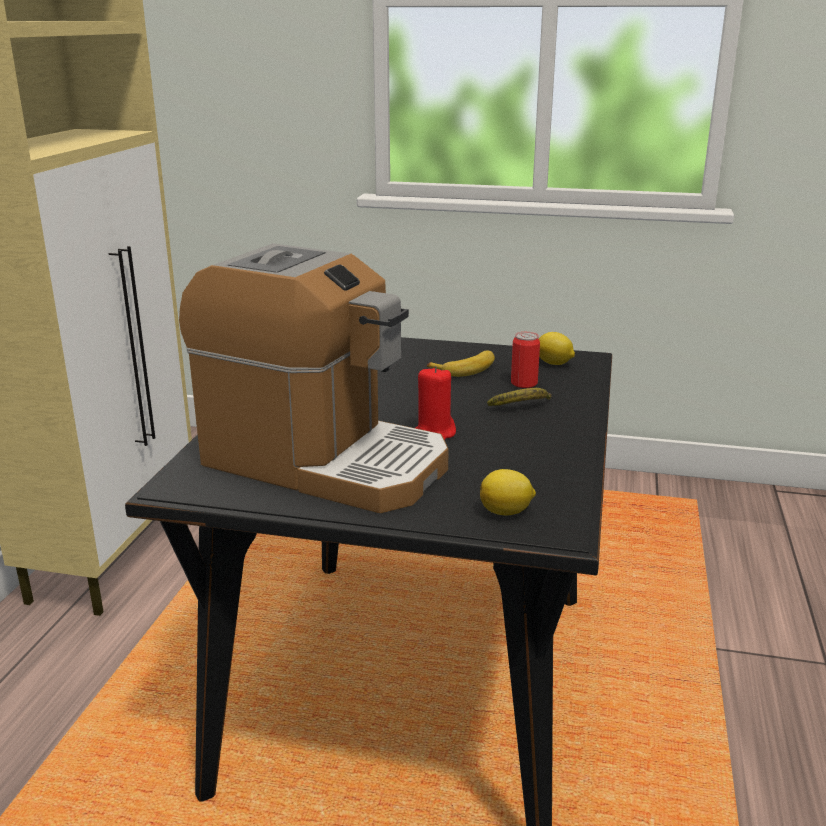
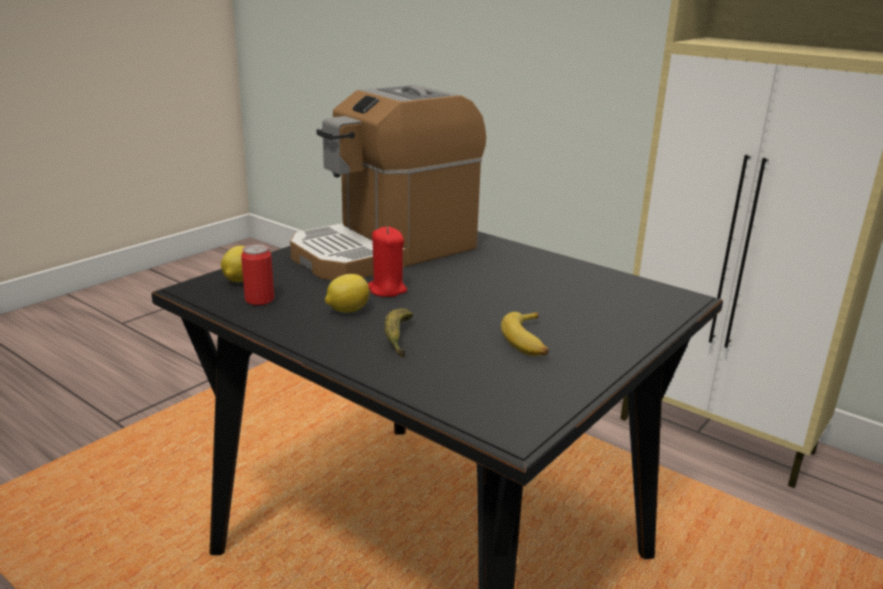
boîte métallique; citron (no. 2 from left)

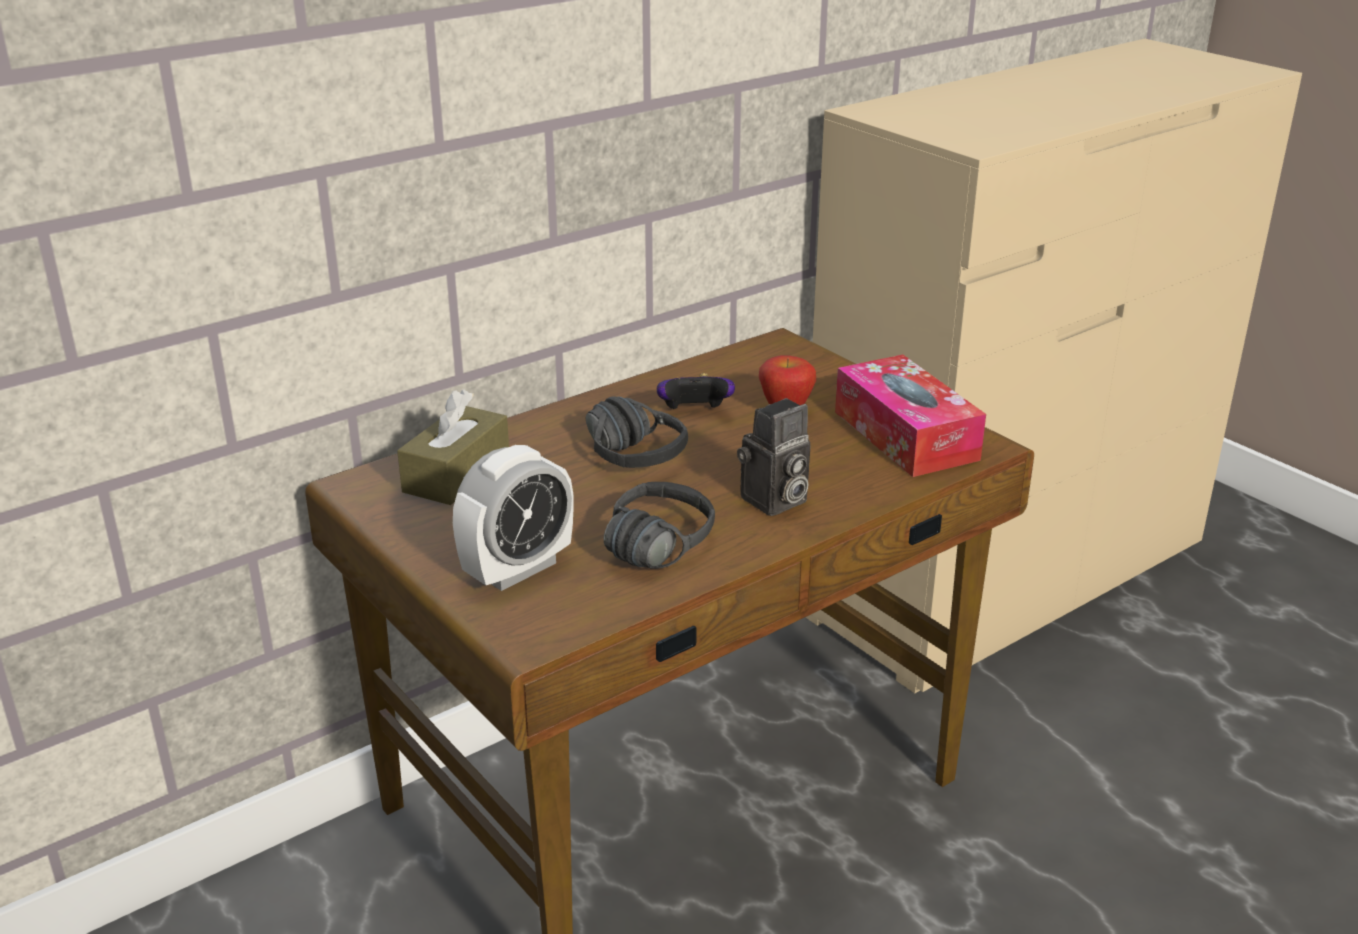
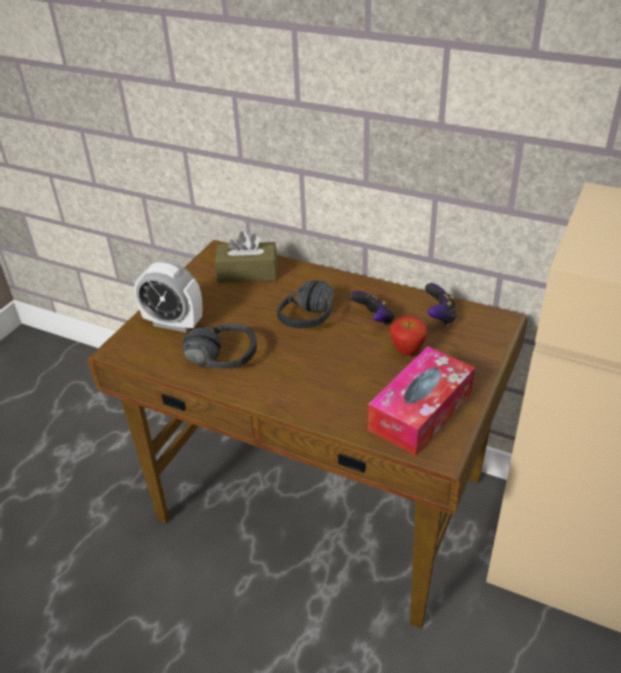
appareil photo; manette (no. 2 from left)

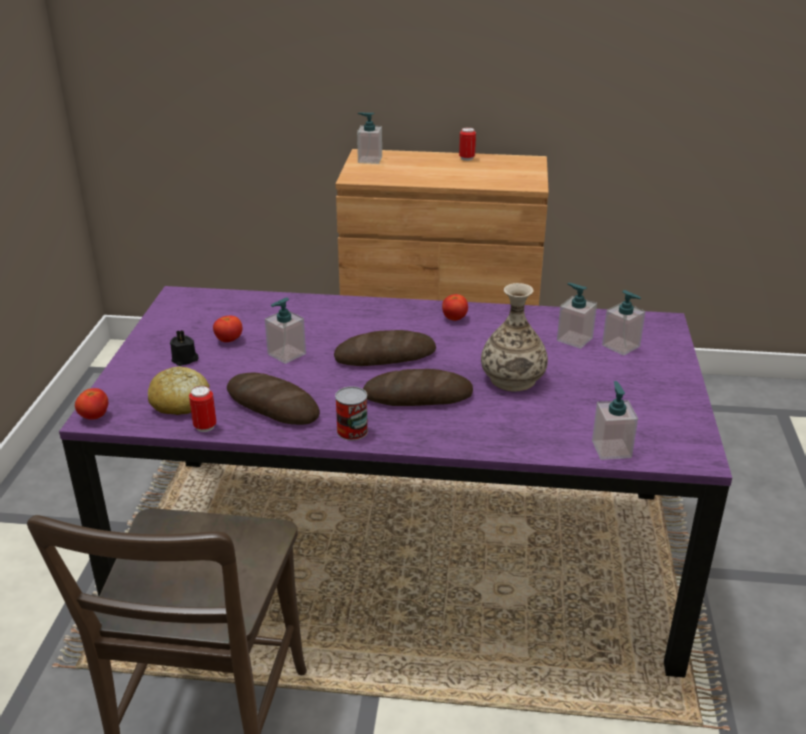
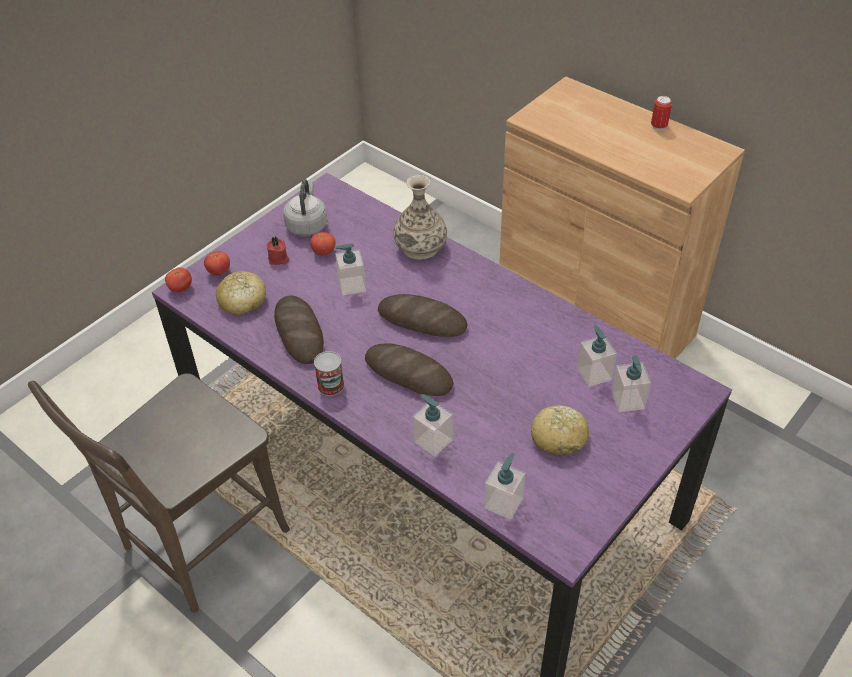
bougie/rouge; boîte métallique (no. 1 from left in the first image); distributeur de savon (no. 2 from left); tomate (no. 2 from left); vase; bouilloire/gris; pain (no. 5 from left)

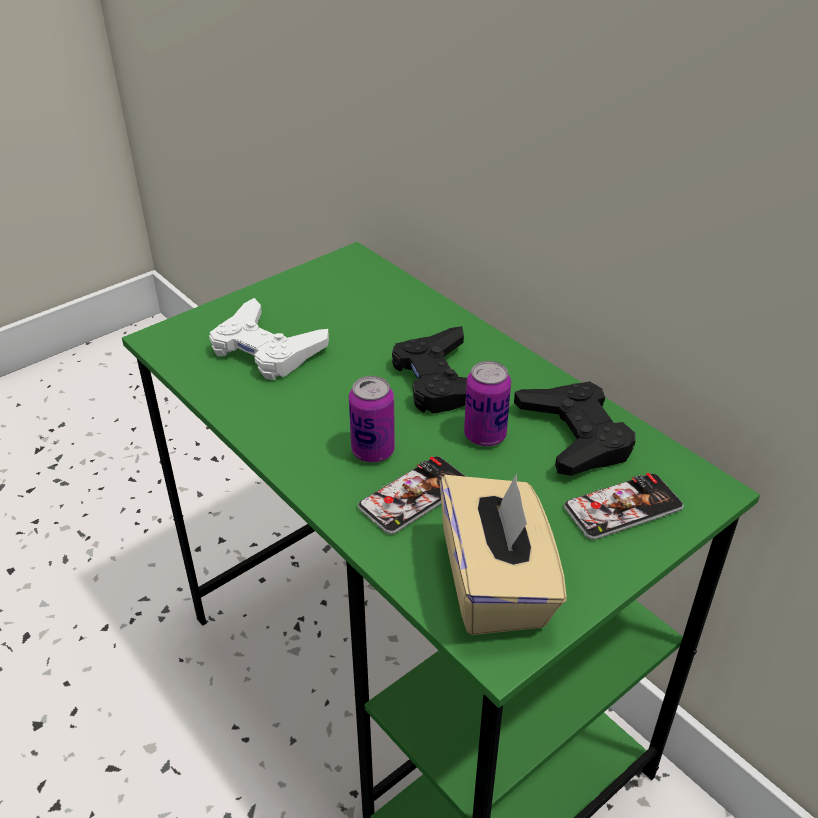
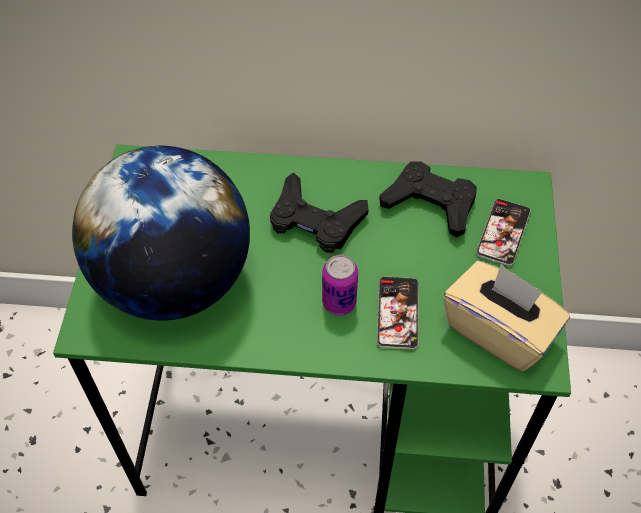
globe; boîte métallique (no. 2 from left in the first image)

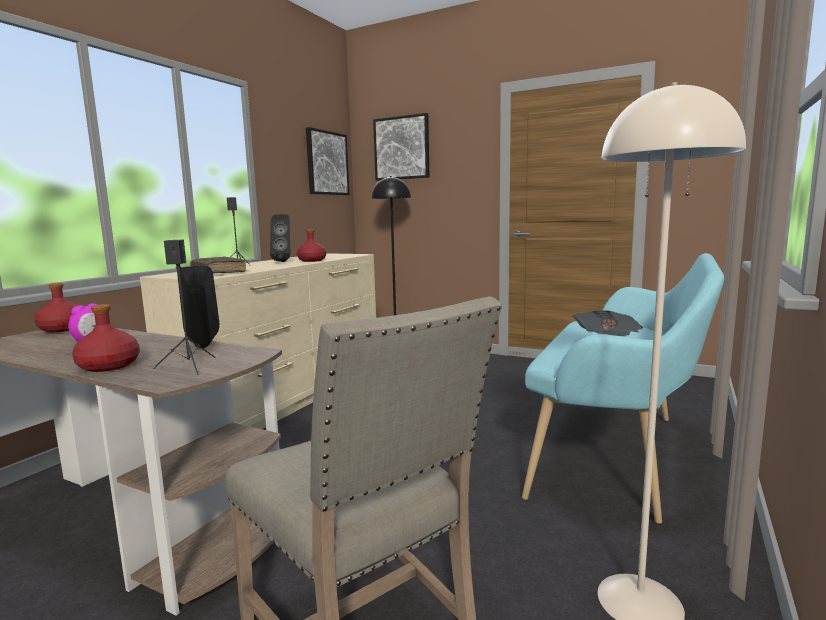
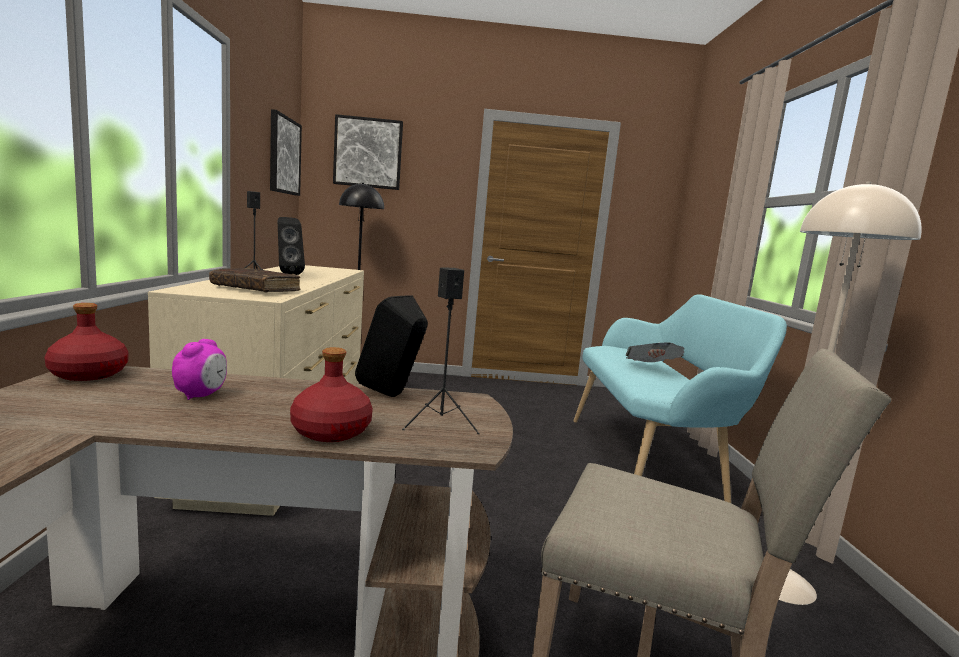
bouteille/rouge (no. 3 from left in the first image)

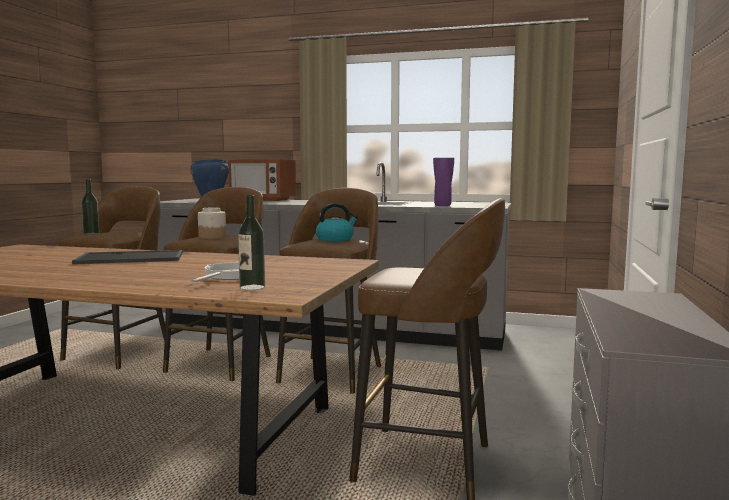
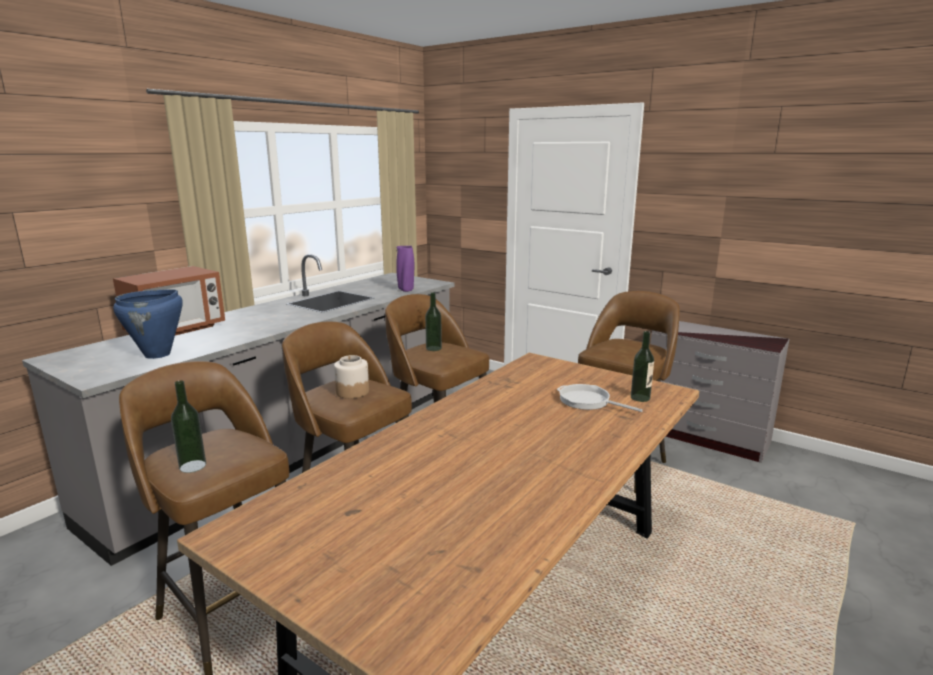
plateau; bouteille (no. 2 from left)

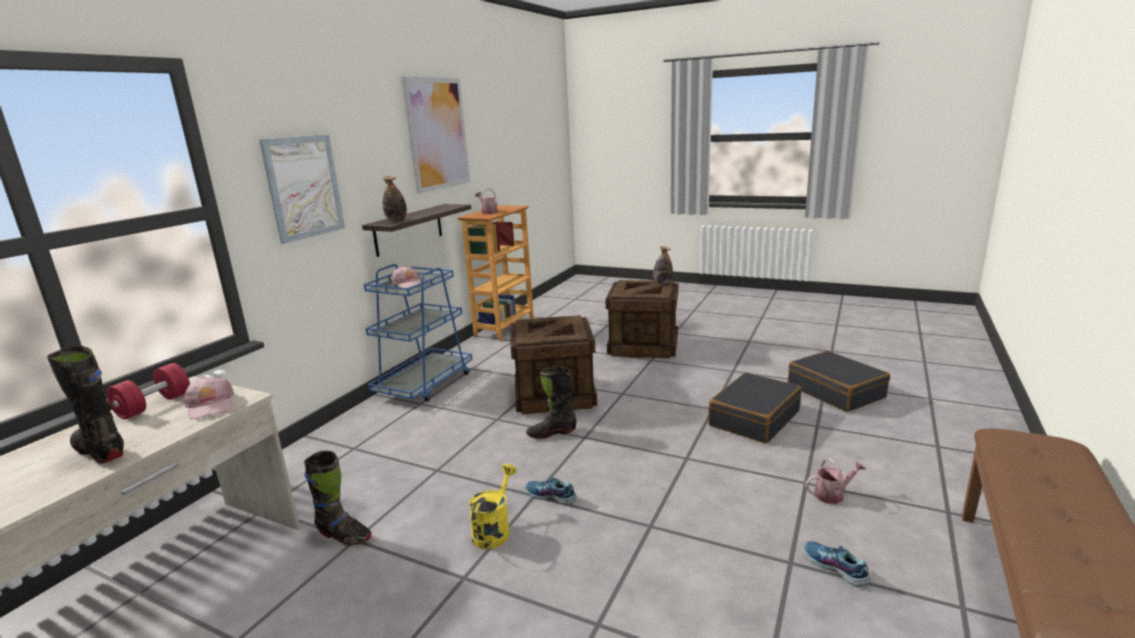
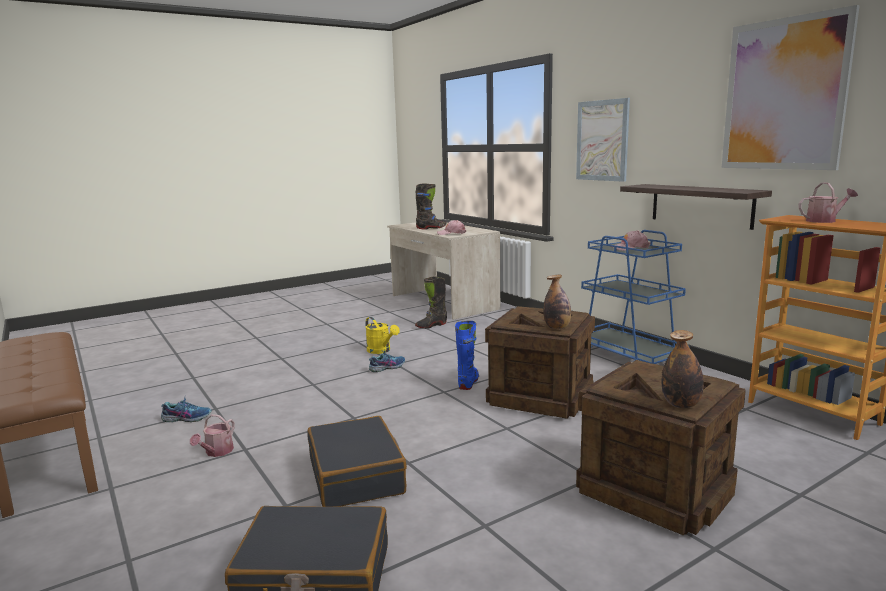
haltère/rouge; bouteille (no. 1 from left); botte/bleu

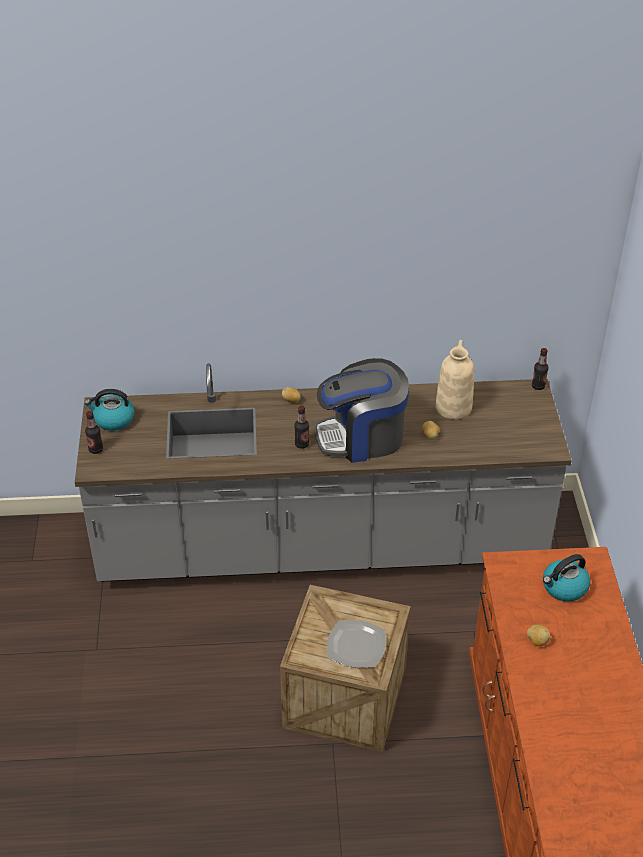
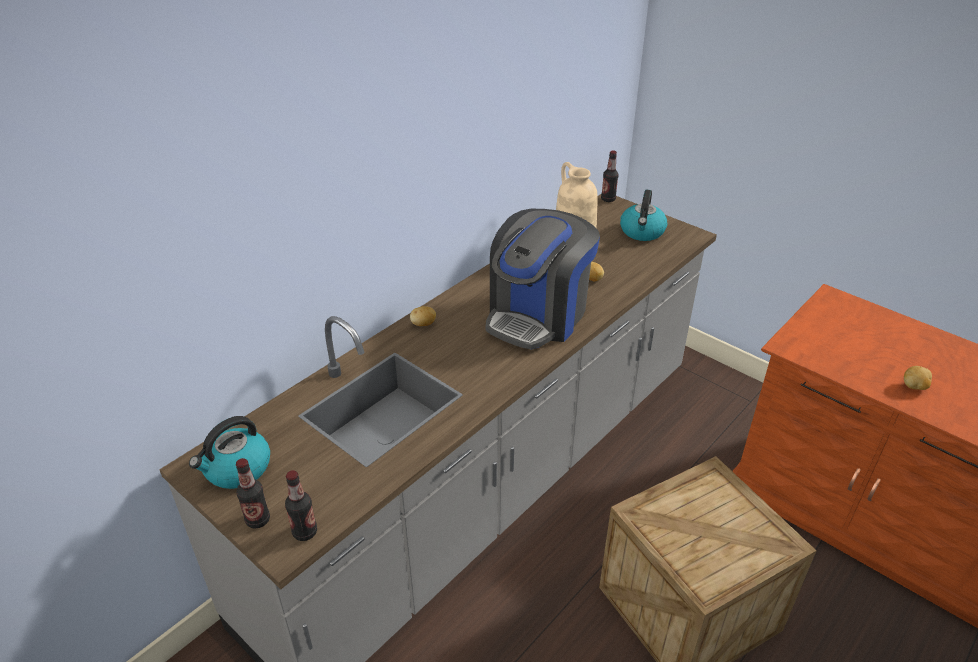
bouteille (no. 2 from left); assiette; bouilloire (no. 2 from left)

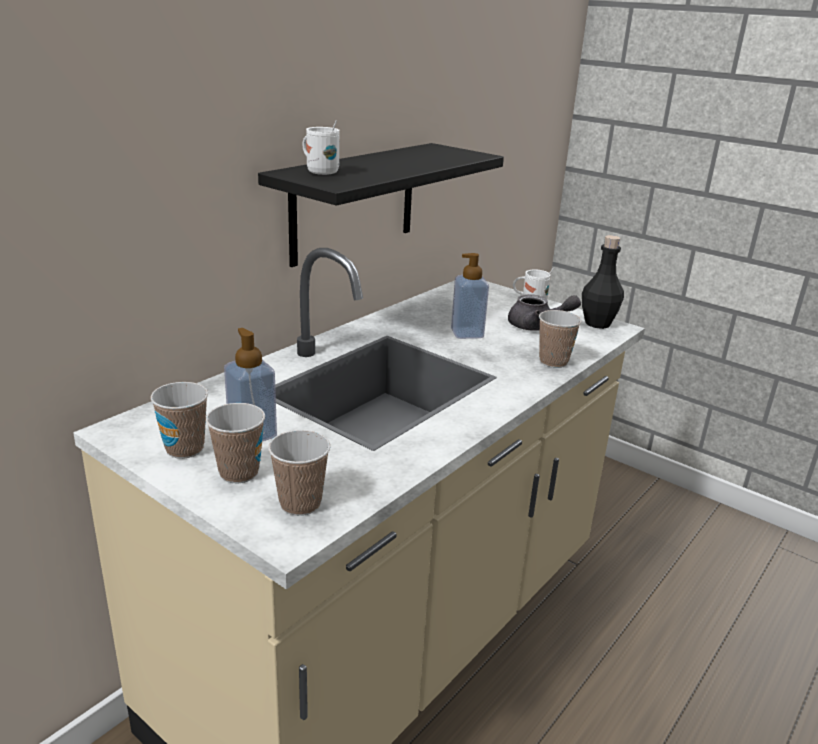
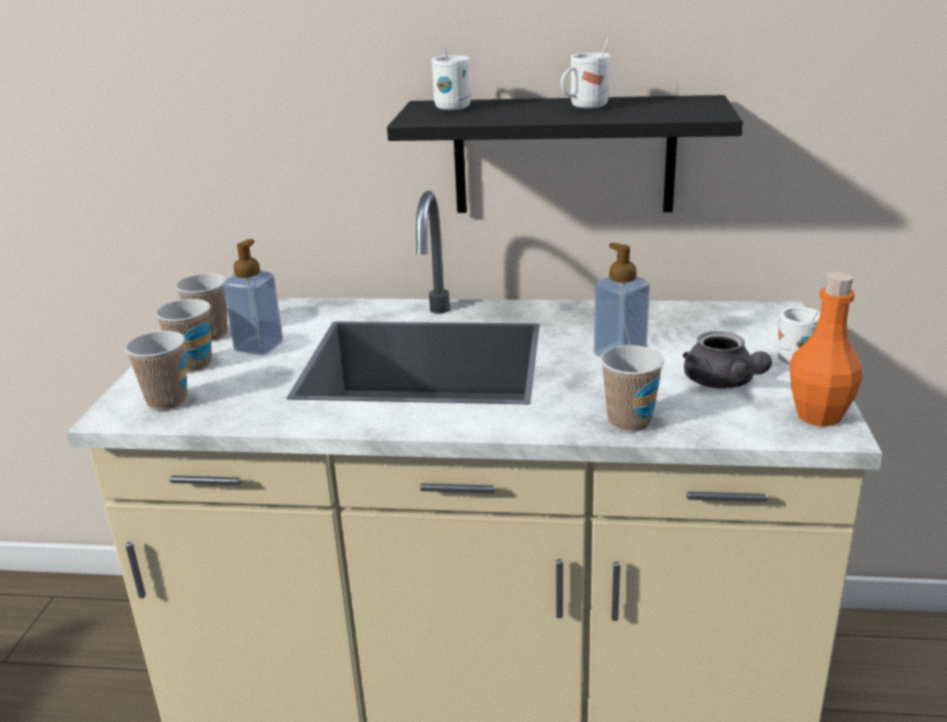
bouteille/orange; mug/blanc (no. 2 from left)

